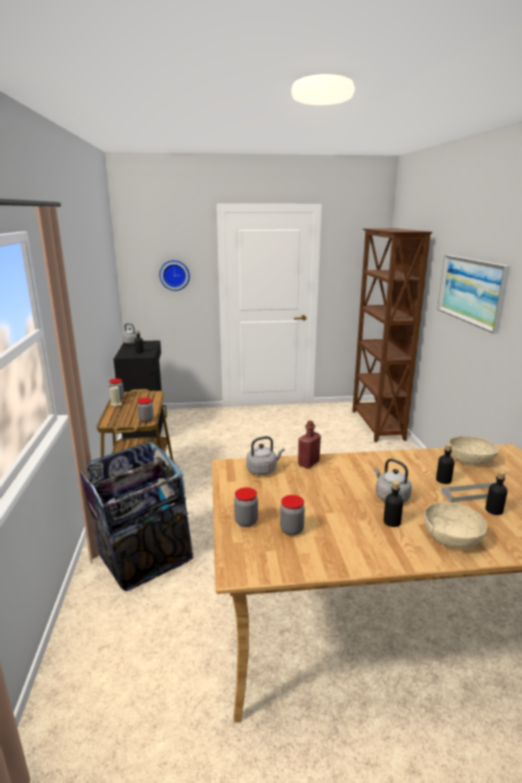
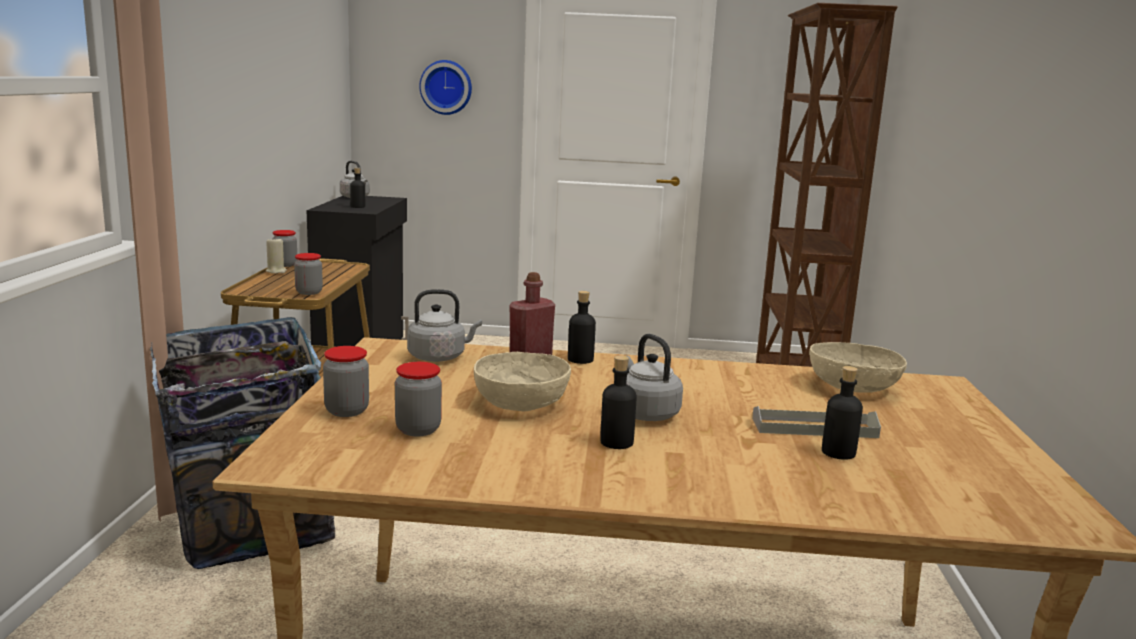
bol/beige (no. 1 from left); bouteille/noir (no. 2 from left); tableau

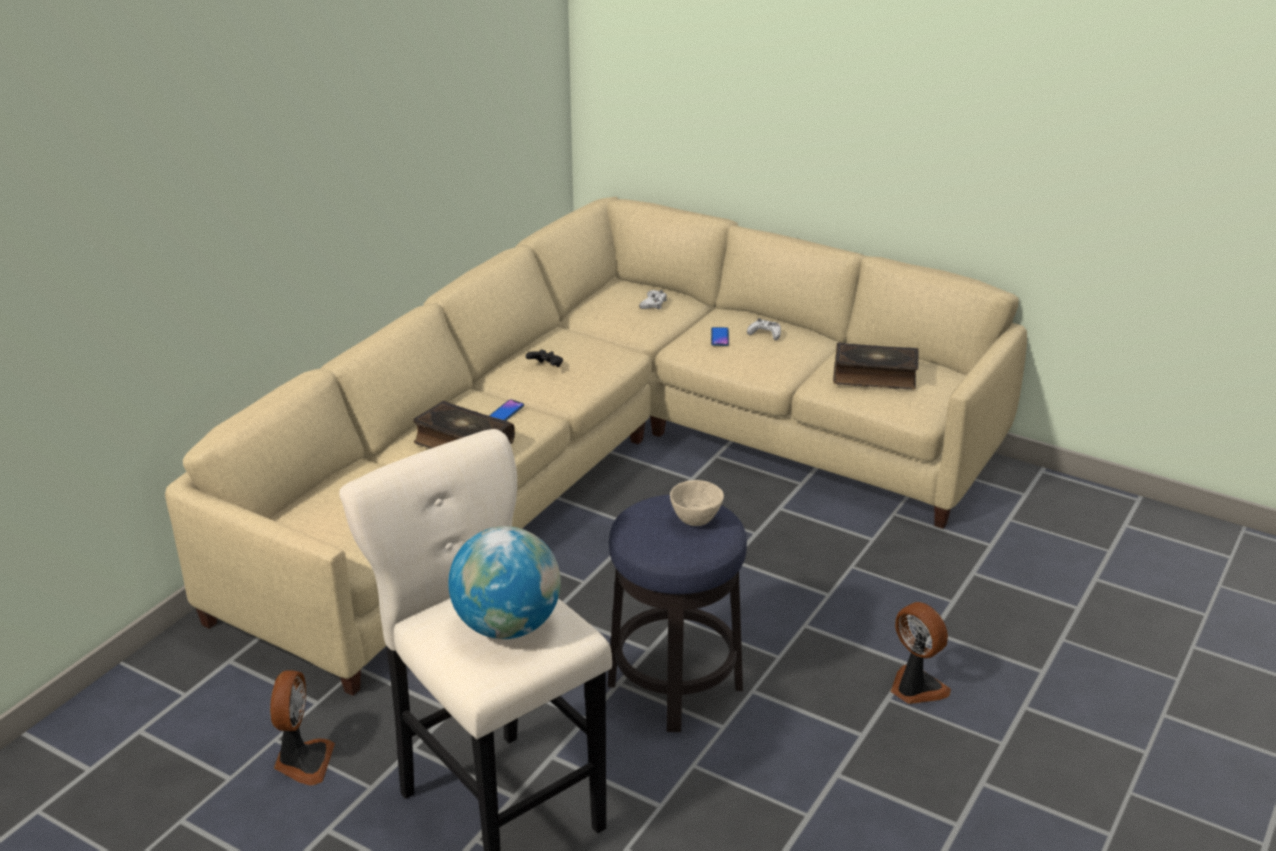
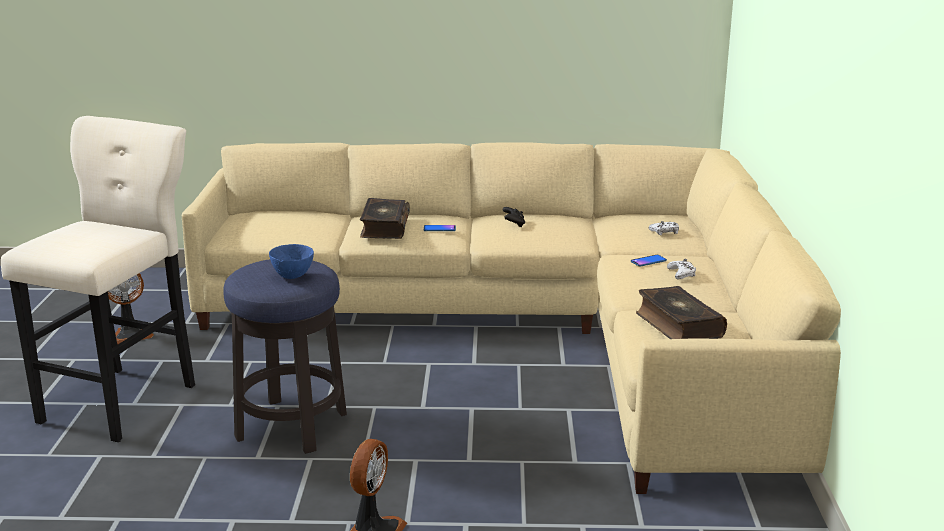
globe; bol/bleu

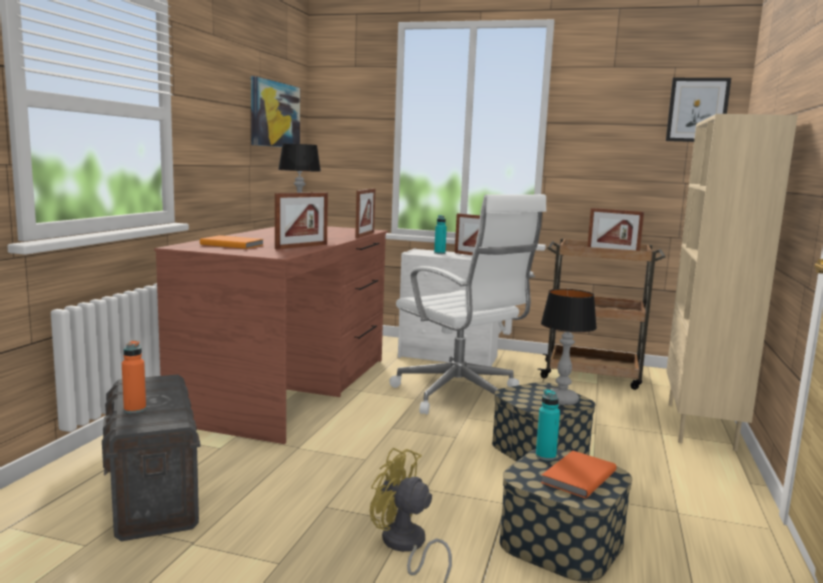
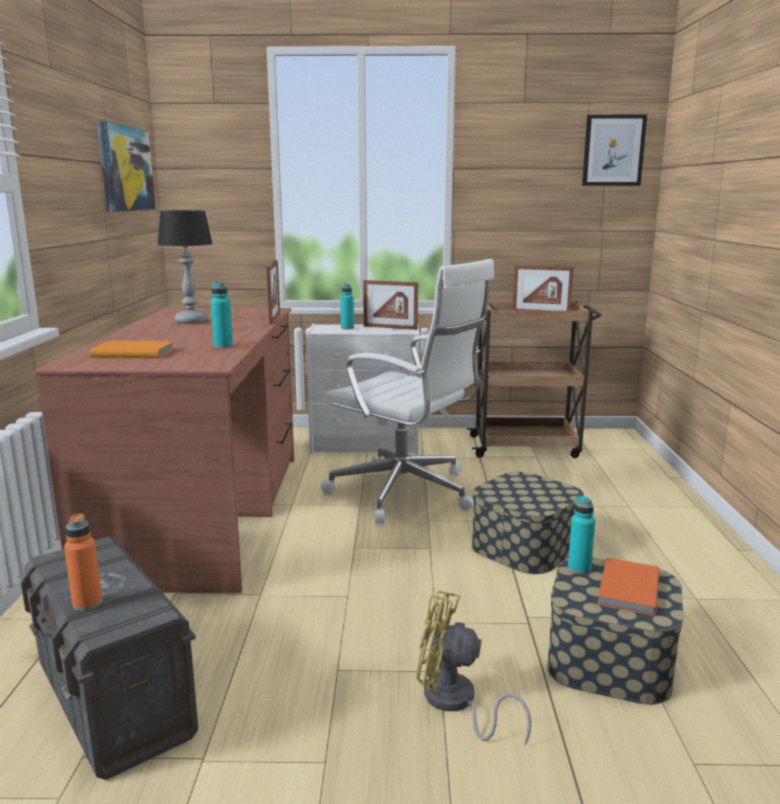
bouteille/turquoise (no. 1 from left); lampe de table (no. 2 from left in the first image); bibliothèque/beige

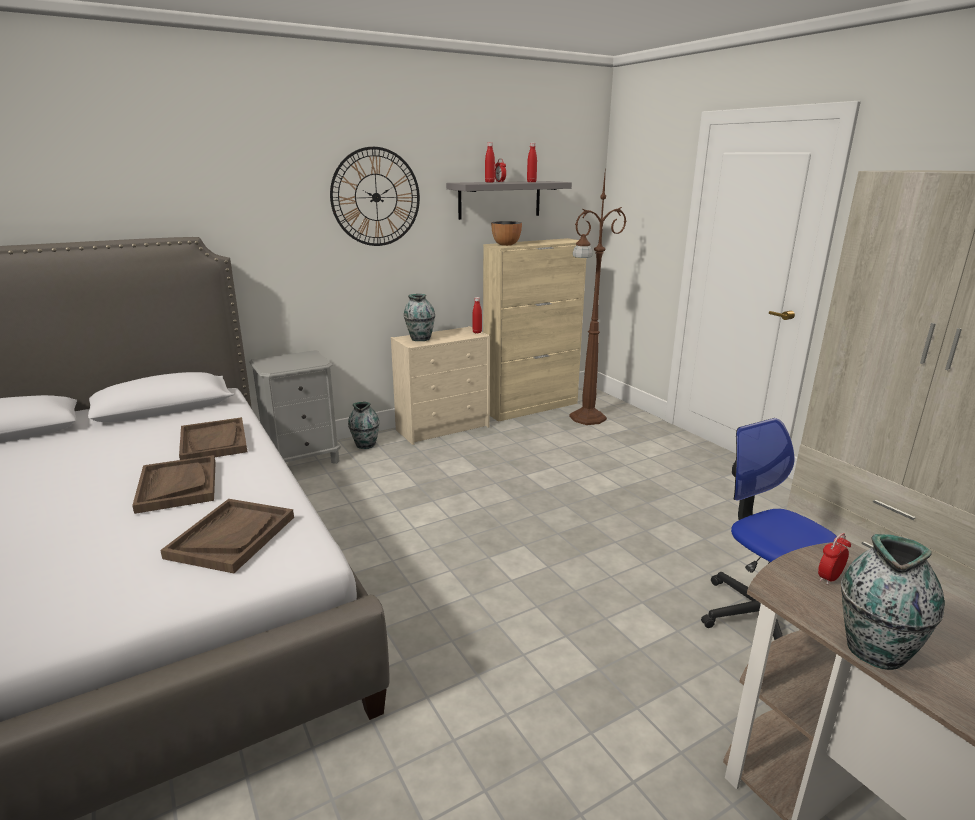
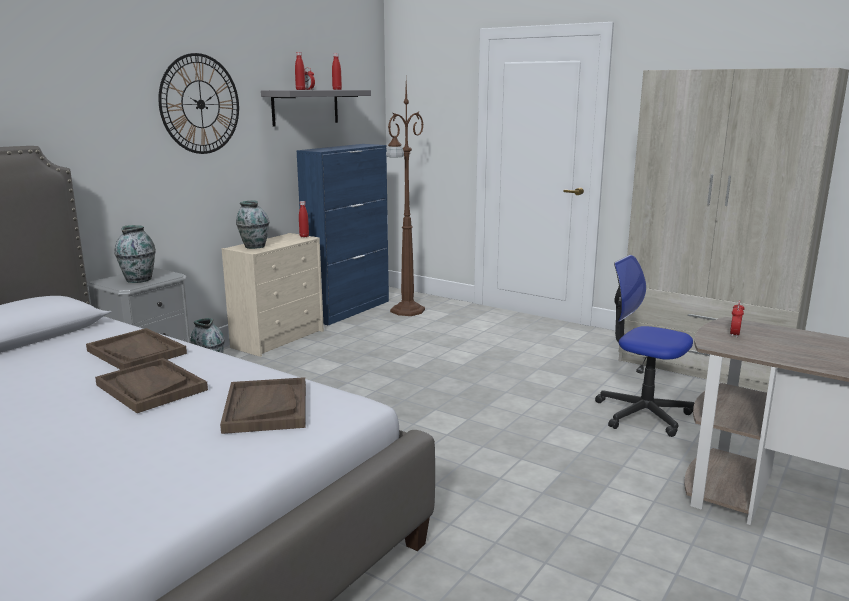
meuble de rangement/bleu; bol; vase (no. 1 from left)

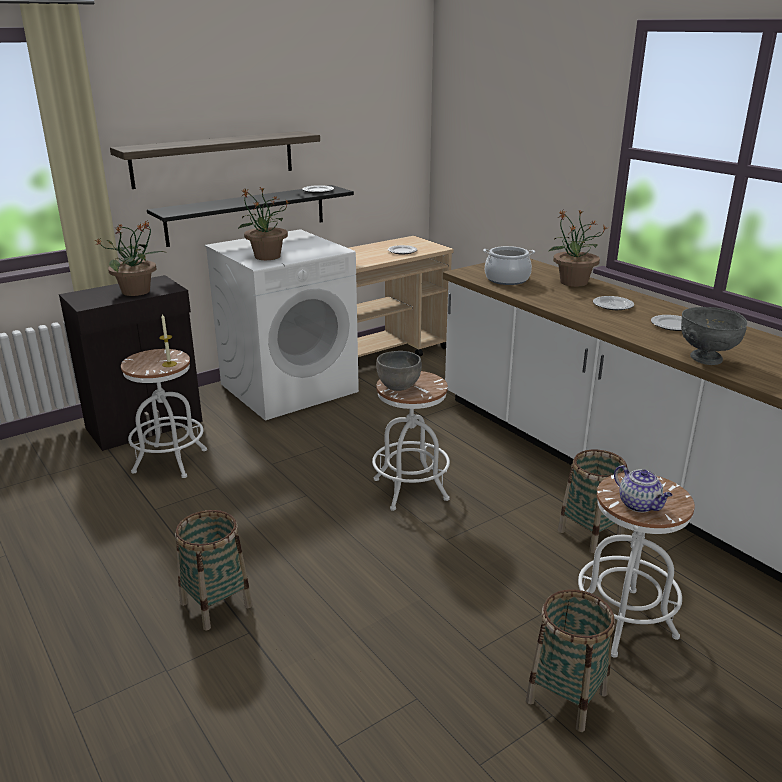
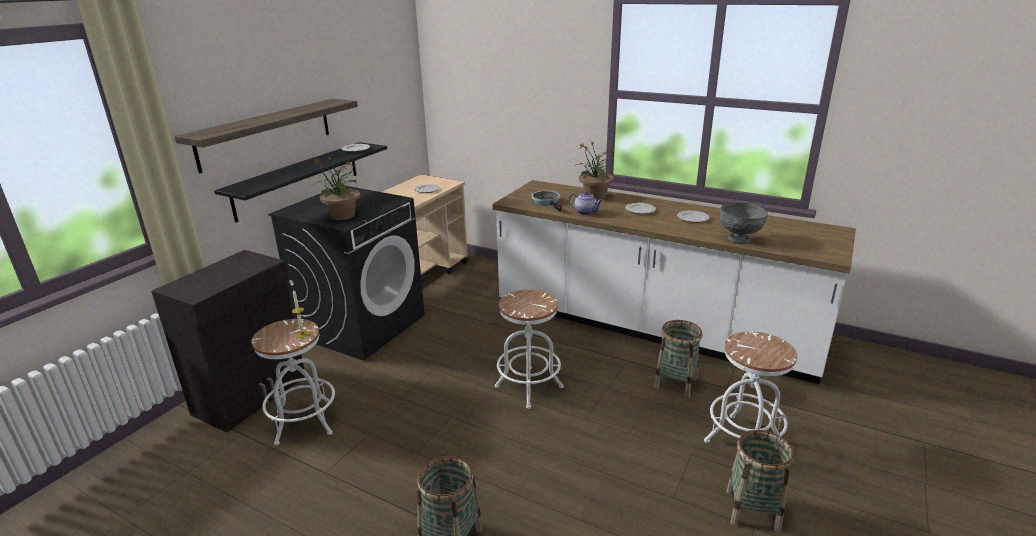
plante en pot (no. 1 from left in the first image); lave-linge/noir; bol/gris (no. 1 from left in the first image); poêle; théière

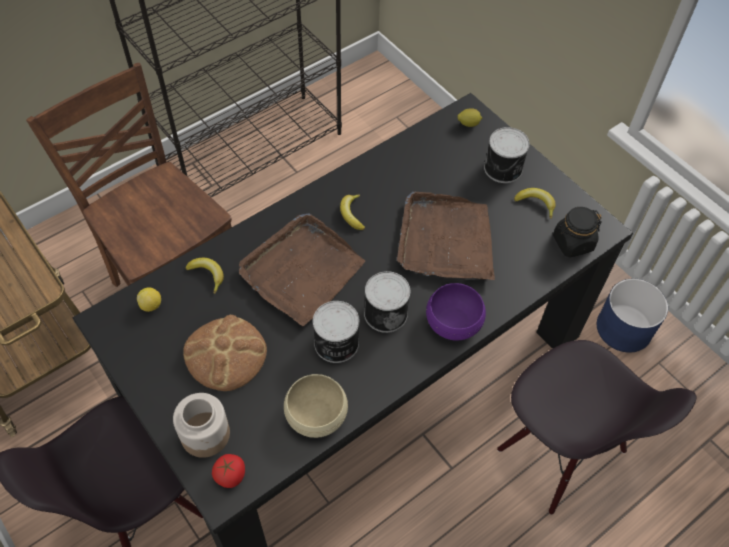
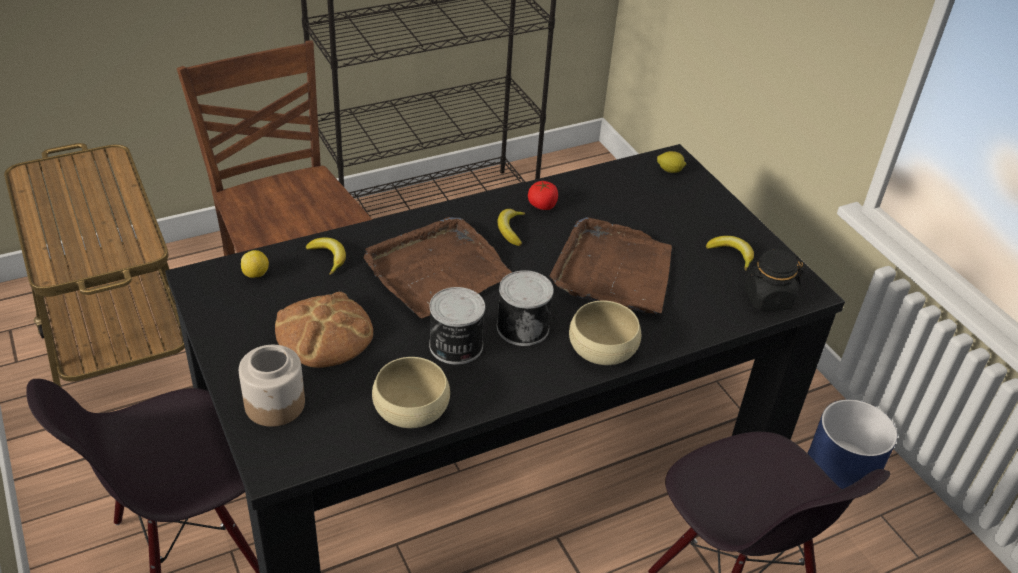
tomate; bol/beige (no. 2 from left); boîte métallique (no. 3 from left in the first image)

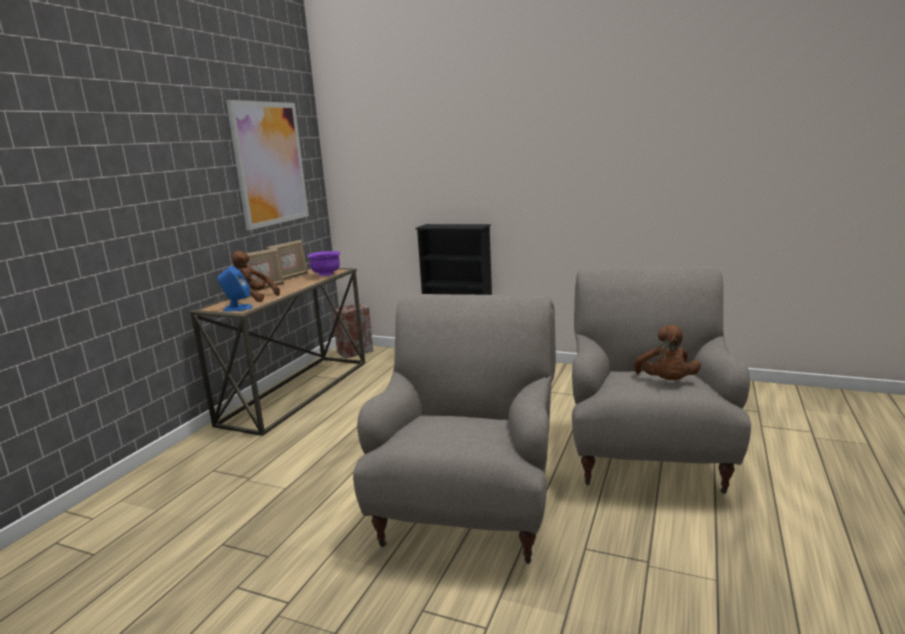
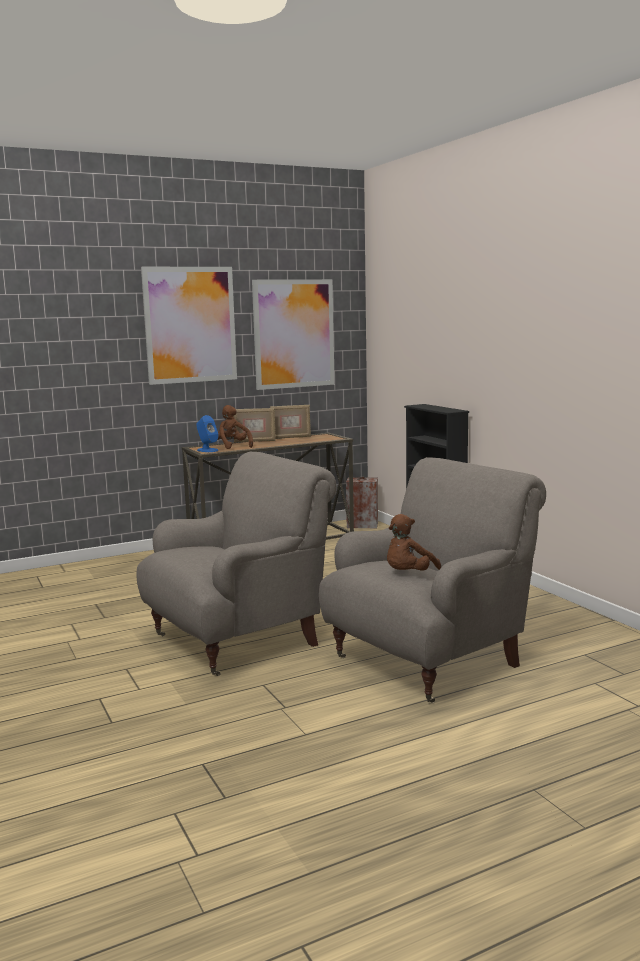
bol/violet; tableau (no. 1 from left)

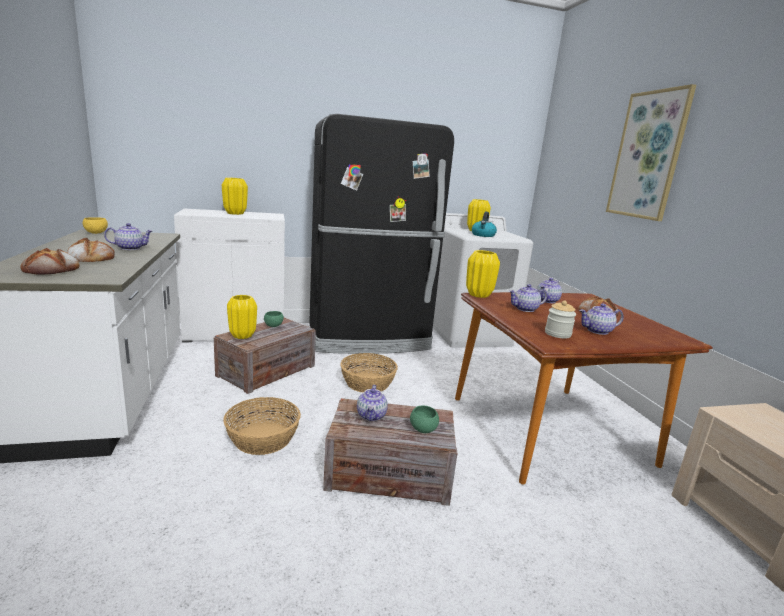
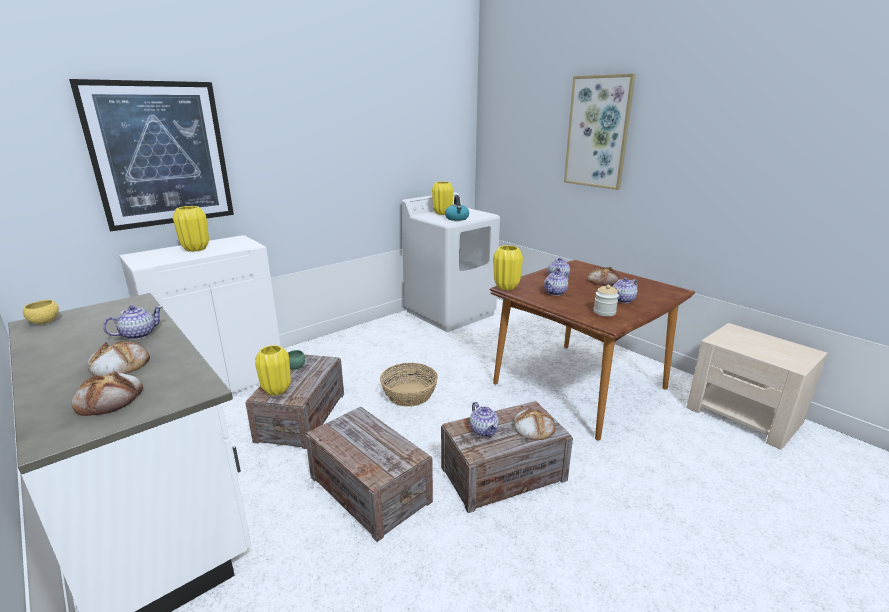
caisse (no. 2 from left); réfrigérateur/noir; pain (no. 3 from left); tableau (no. 1 from left)

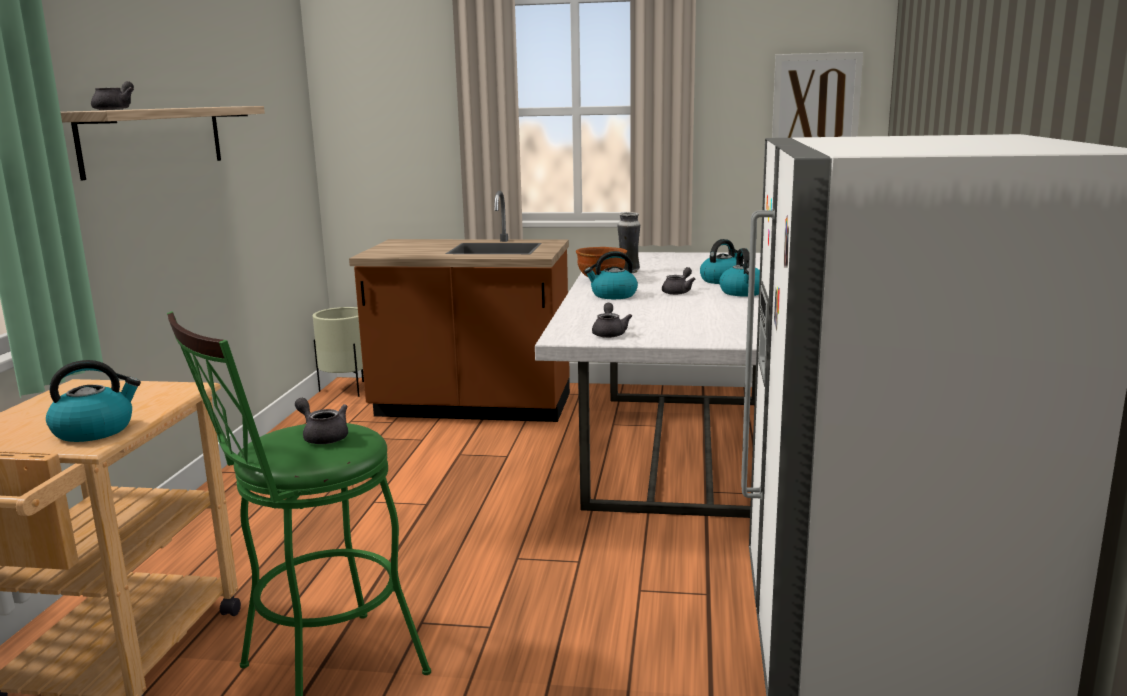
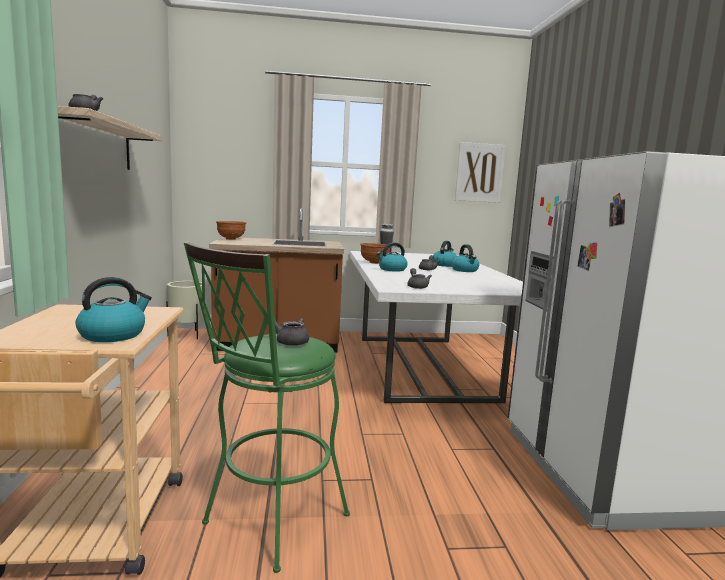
bol/marron (no. 1 from left)

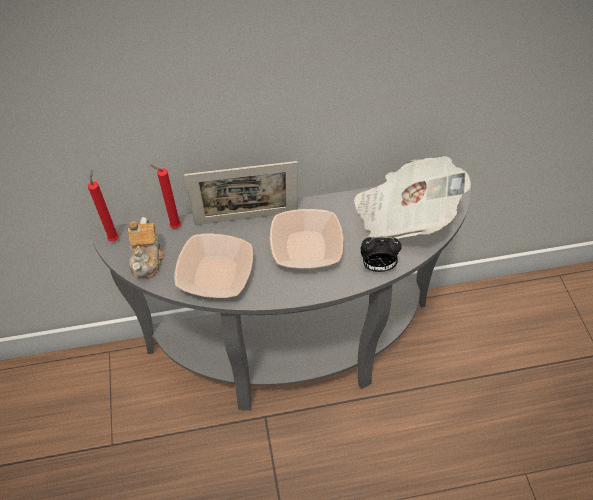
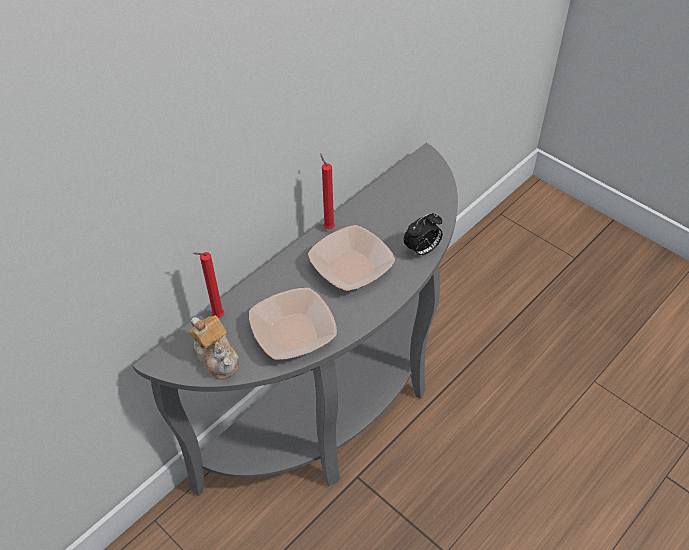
bougie/rouge (no. 2 from left); cadre photo; journal

